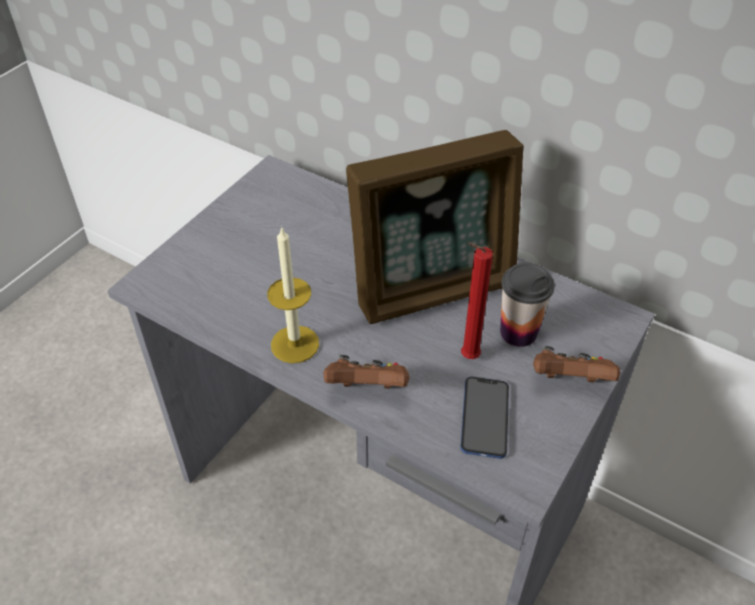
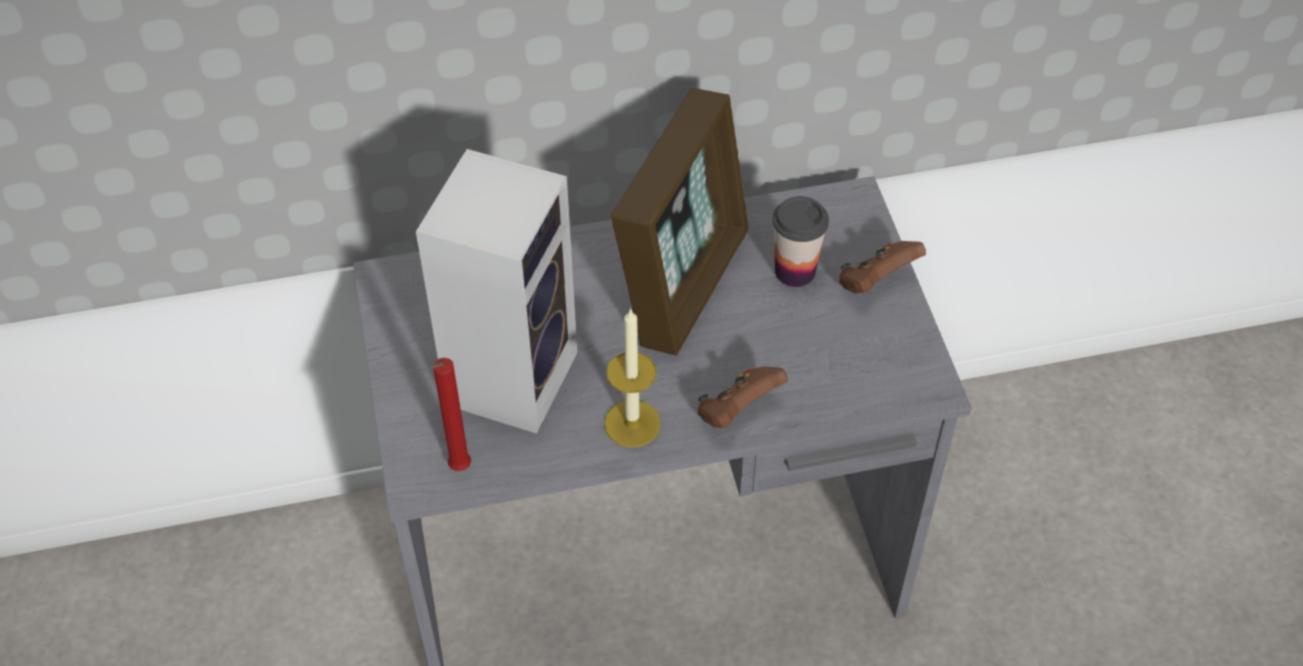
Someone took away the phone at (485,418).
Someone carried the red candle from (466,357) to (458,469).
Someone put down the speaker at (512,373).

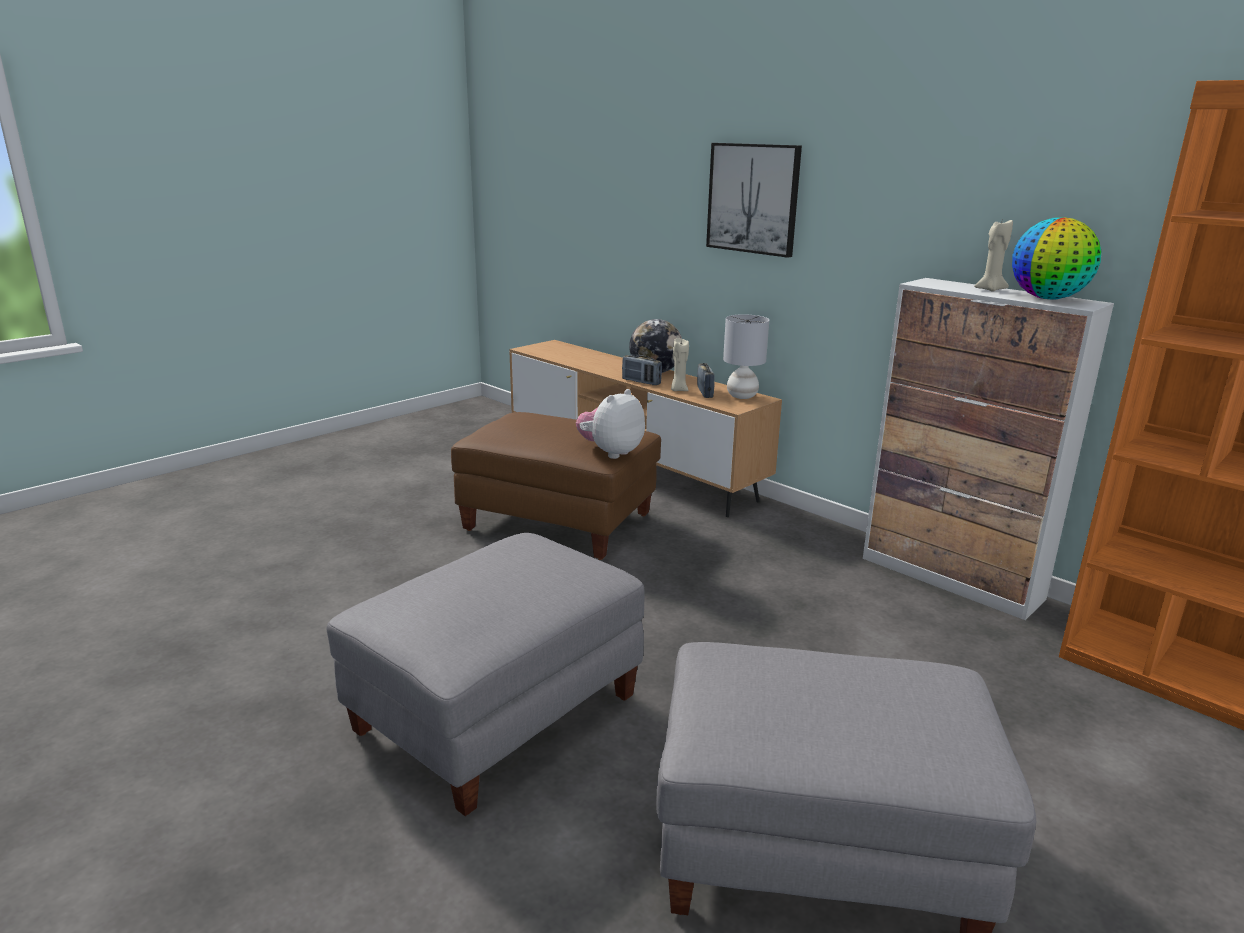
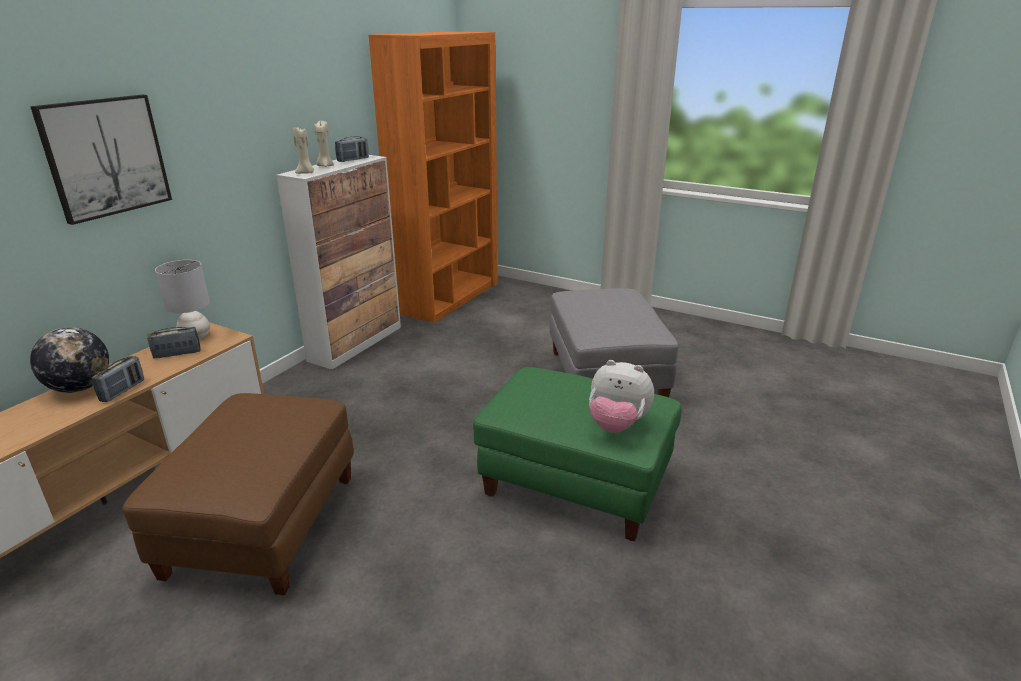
Someone repainted the grey ottoman at (498,714), which became the green ottoman at (576,483).
Someone carried the plush toy from (611,452) to (617,425).
Someone carried the beige candle from (678,390) to (306,173).
Someone swapped the globe at (1048,298) for the radio at (353,160).

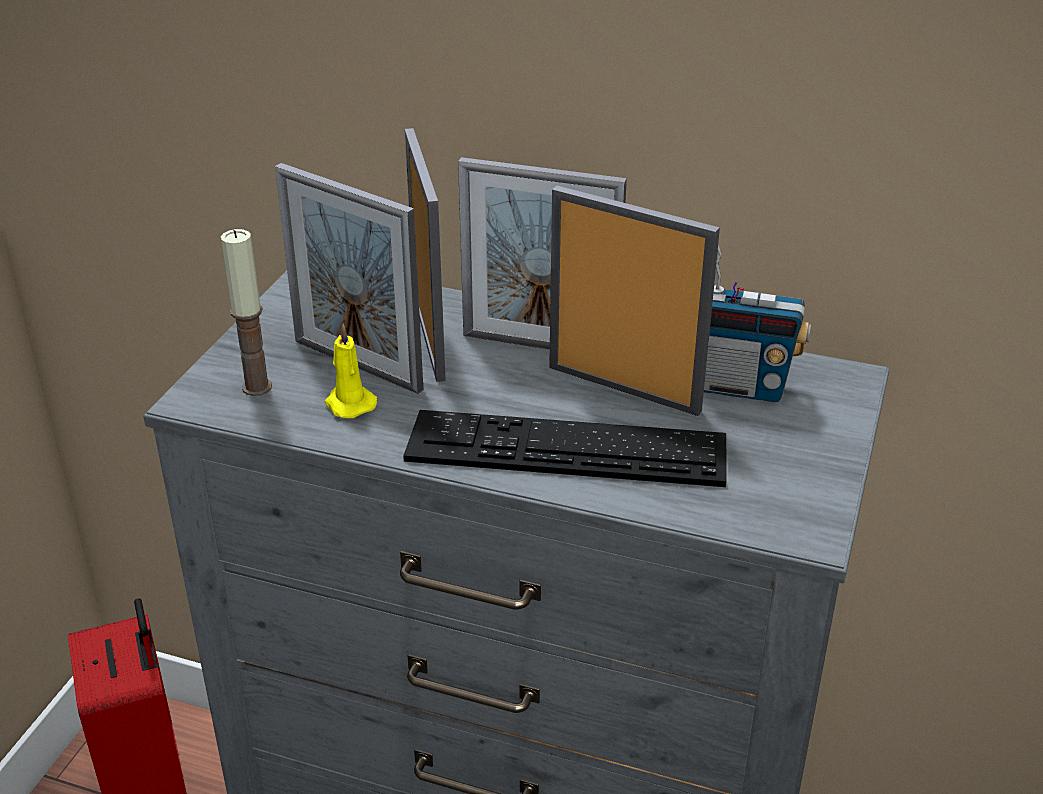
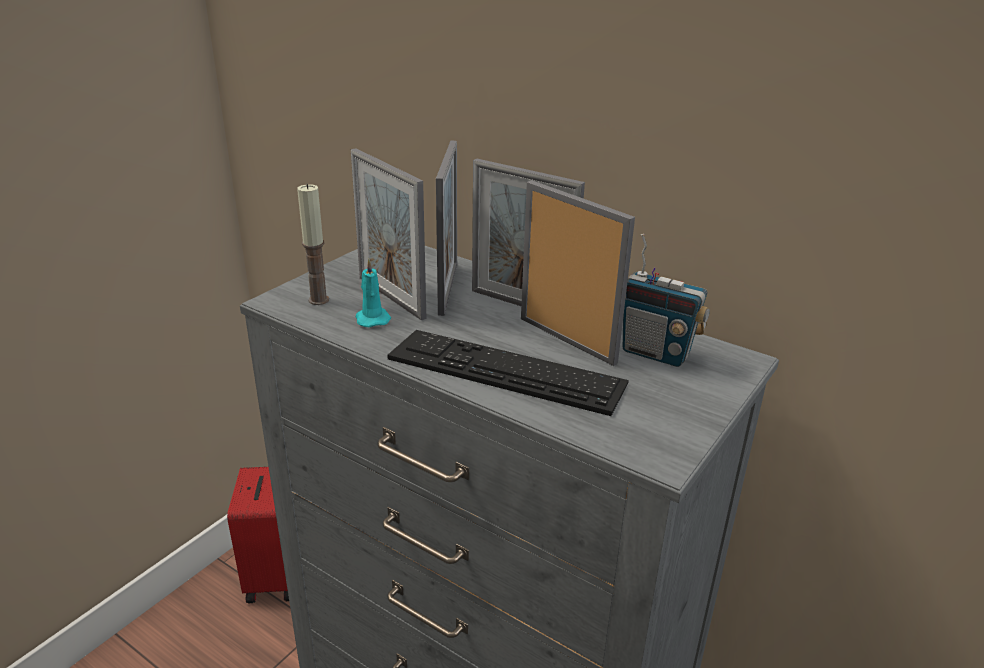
Someone repainted the yellow candle at (349,403), which became the turquoise candle at (372,319).

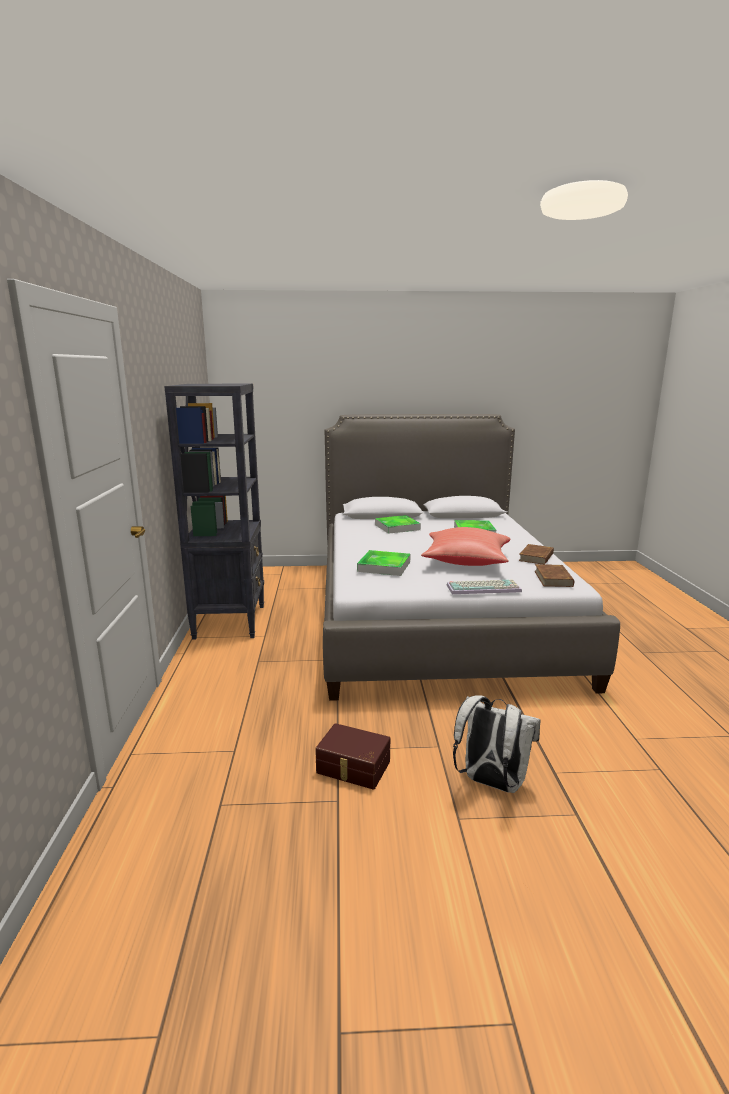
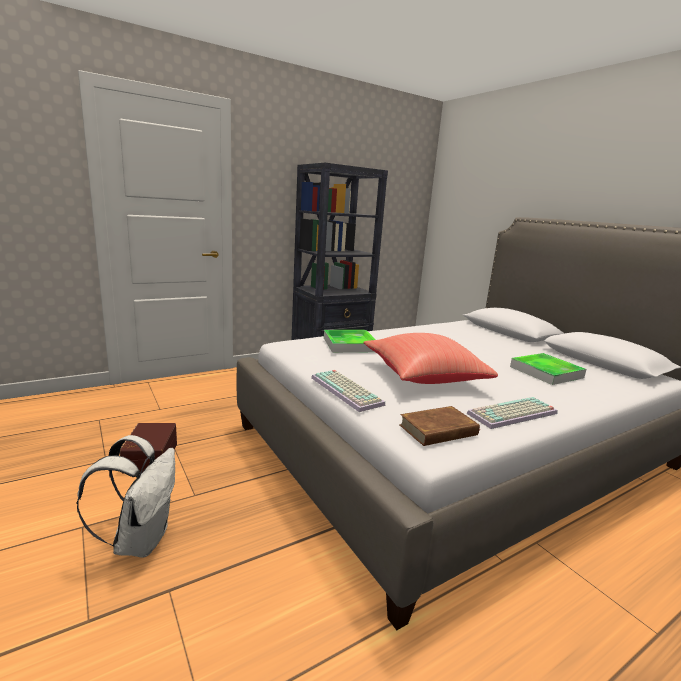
Someone took away the tray at (397,527).
Someone swapped the brown book at (536,557) for the keyboard at (513,414).

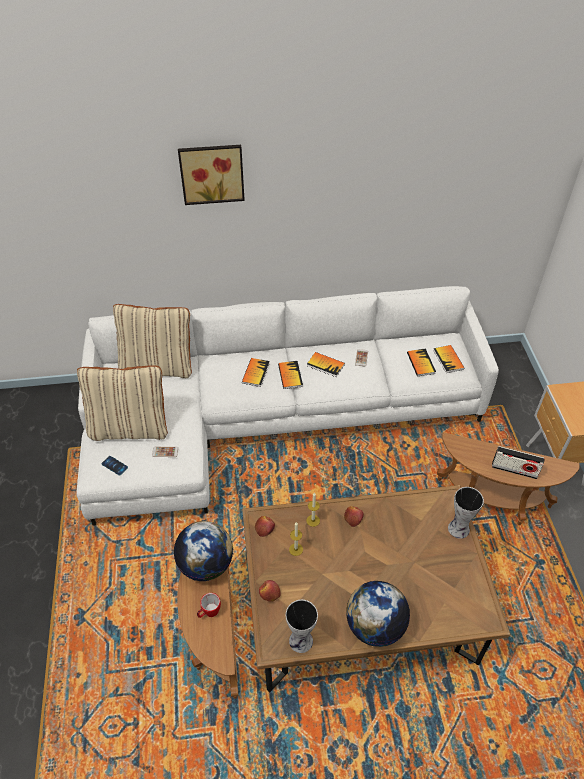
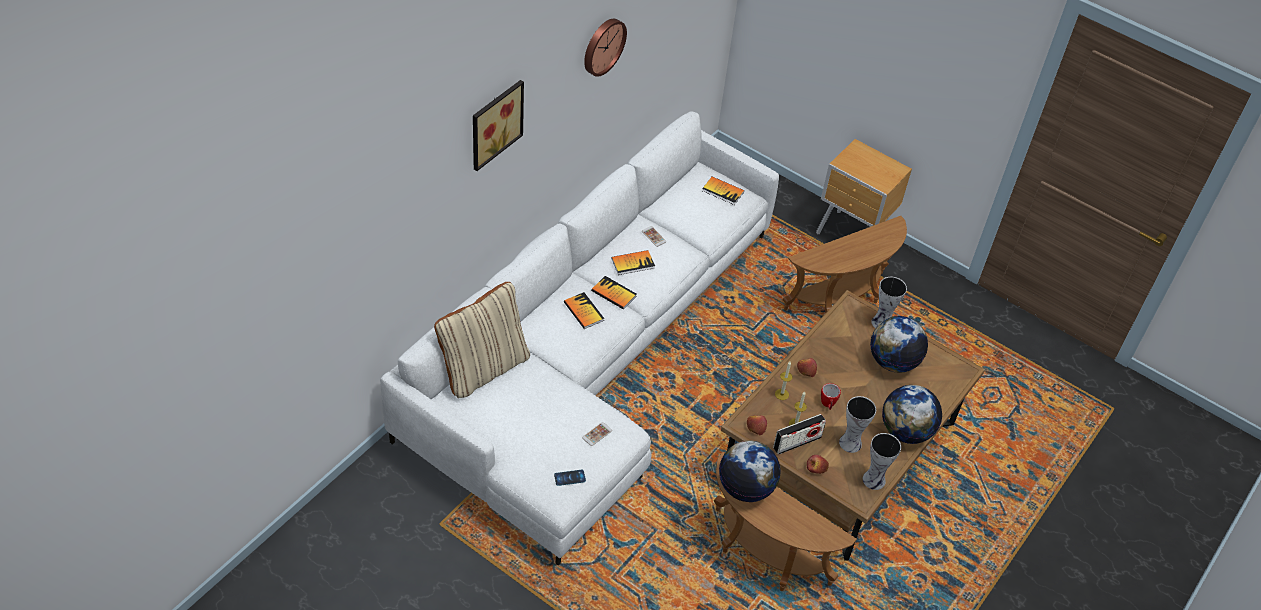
Someone took away the beige pillow at (130,427).
Someone carried the mug from (209,612) to (828,404).
Someone took away the book at (421,363).
Someone carried the radio from (514,470) to (797,442).
Someone put up the wall clock at (602,46).
Someone put down the vase at (850,442).
Someone put down the globe at (893,361).

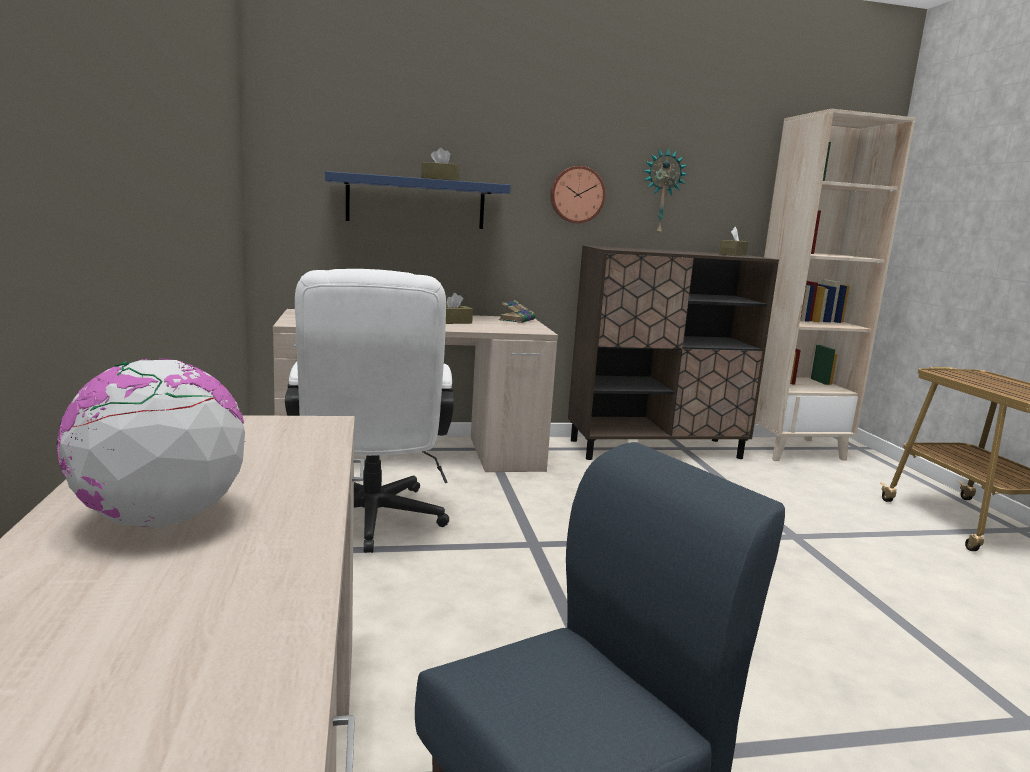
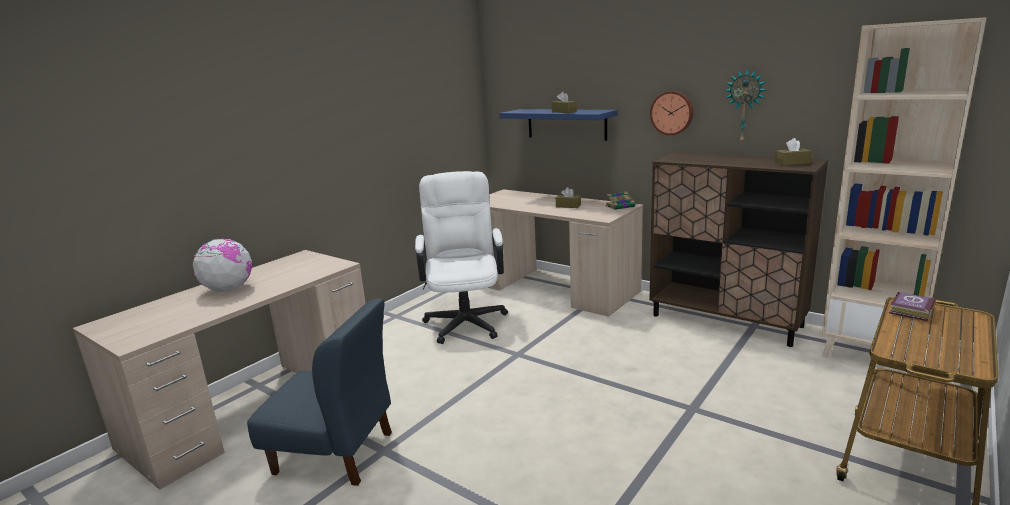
Someone rotated the white office chair at (370,523) by 135 degrees clockwise.
Someone put down the book at (910,310).

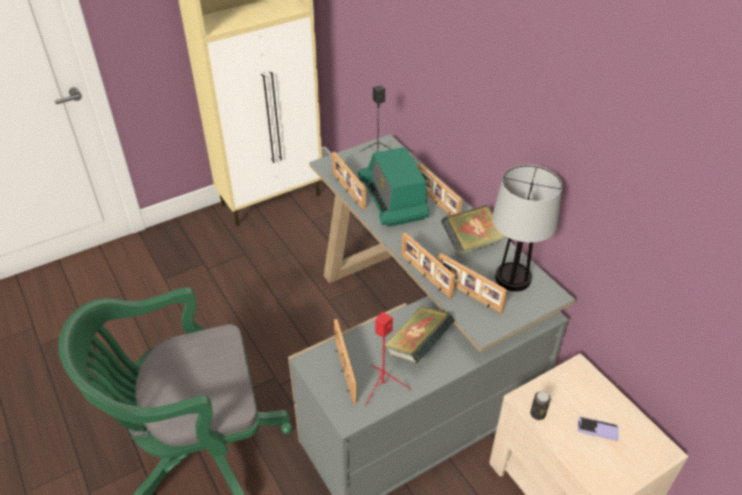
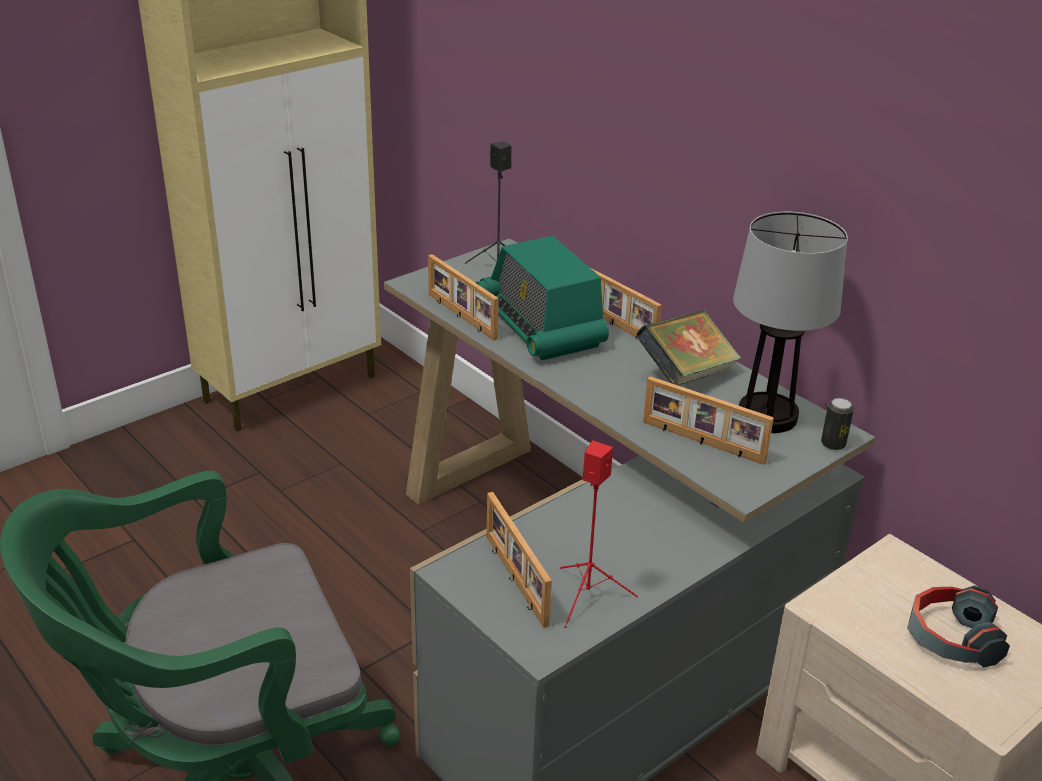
Someone took away the book at (417,347).
Someone took away the picture frame at (425,276).
Someone carried the can from (537,414) to (833,444).
Someone swapped the phone at (597,429) for the headphones at (950,638).

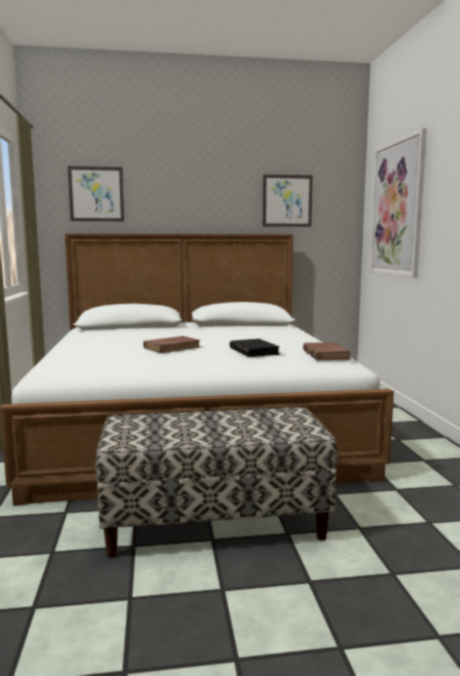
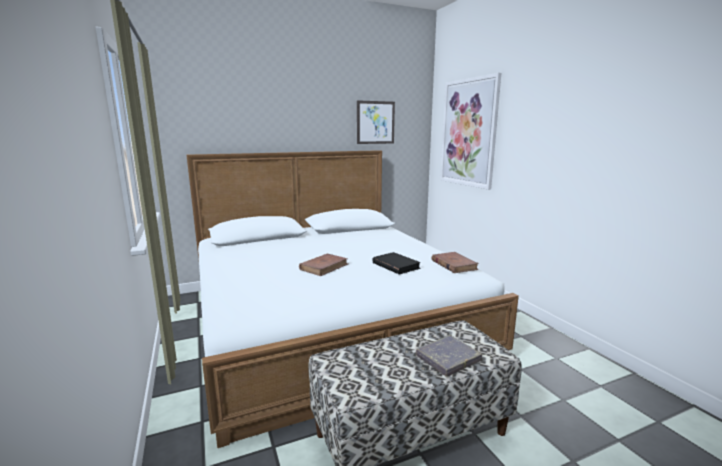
Someone took away the picture at (96,194).
Someone put down the grey book at (448,358).

